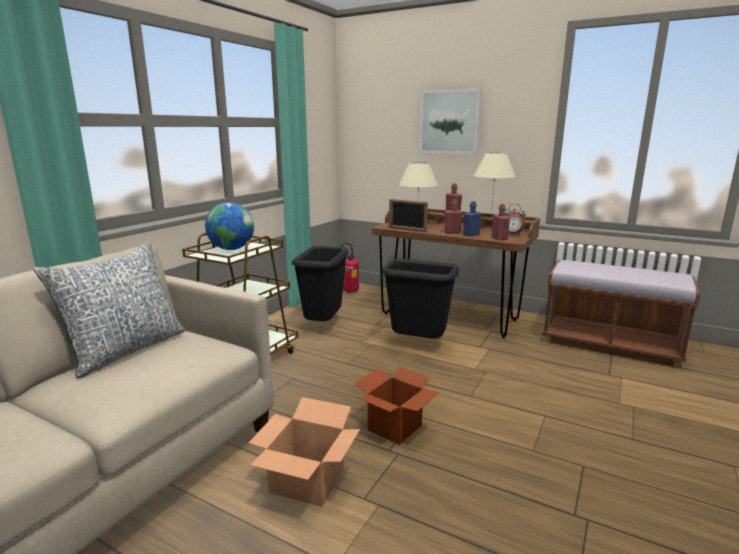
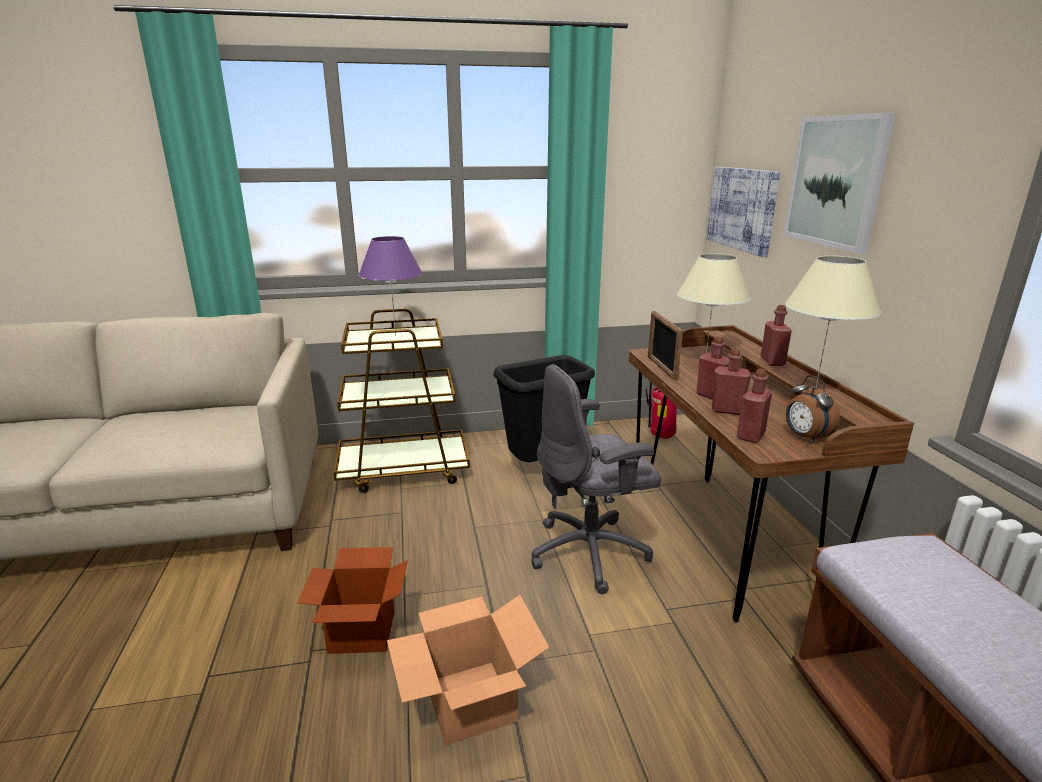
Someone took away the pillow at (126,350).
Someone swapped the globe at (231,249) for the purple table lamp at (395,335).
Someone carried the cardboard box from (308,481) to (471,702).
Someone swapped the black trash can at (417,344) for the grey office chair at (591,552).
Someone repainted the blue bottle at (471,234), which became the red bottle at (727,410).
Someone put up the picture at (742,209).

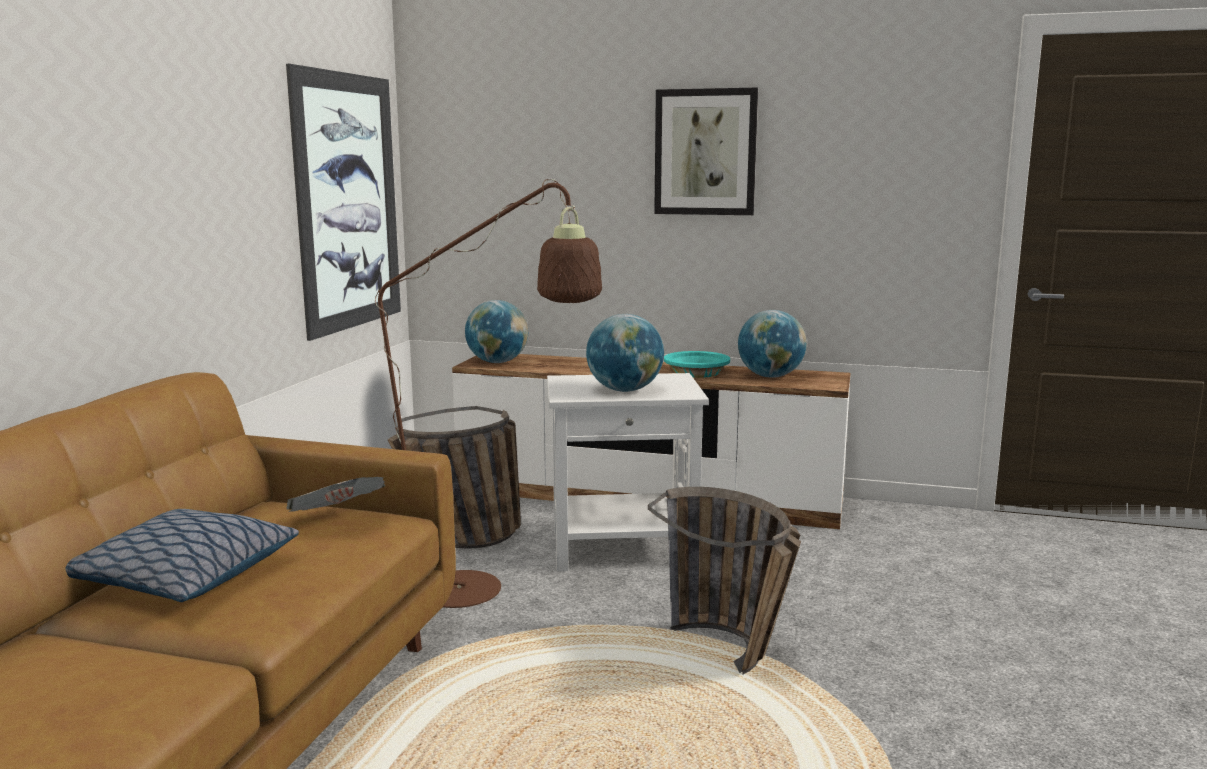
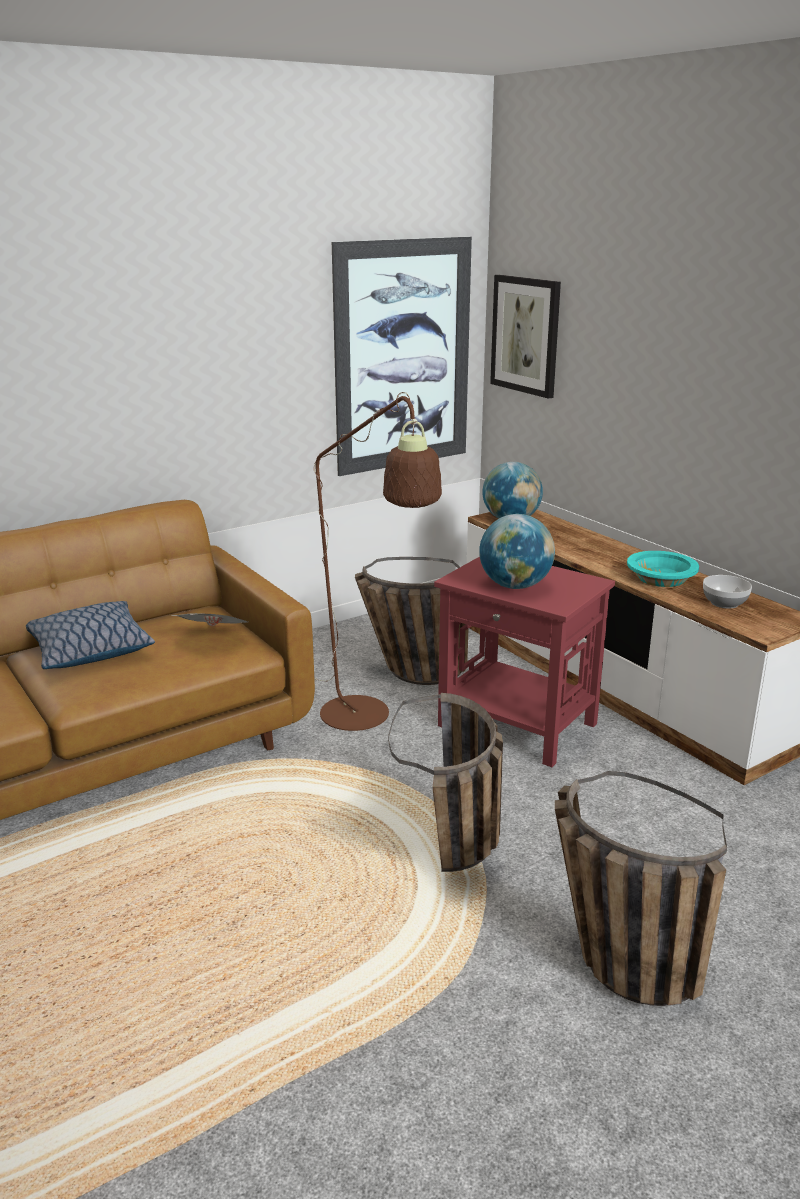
Someone repainted the white side table at (623,548), which became the red side table at (516,725).
Someone carried the picture from (705,152) to (526,335).
Someone swapped the globe at (770,376) for the bowl at (725,603).
Someone put down the basket at (613,960).

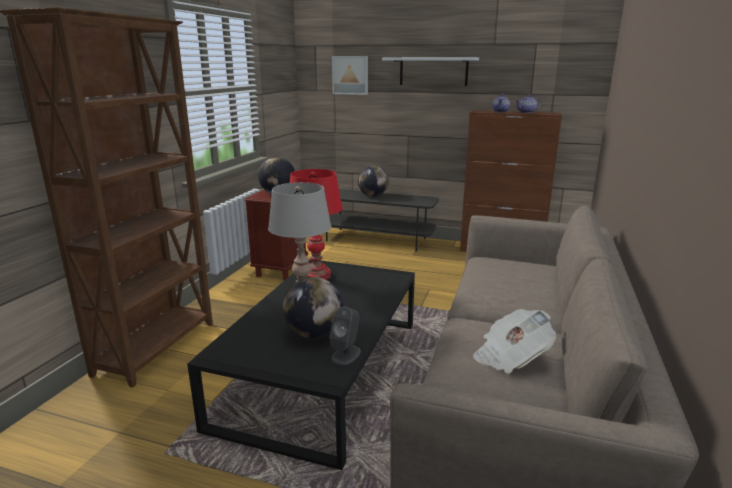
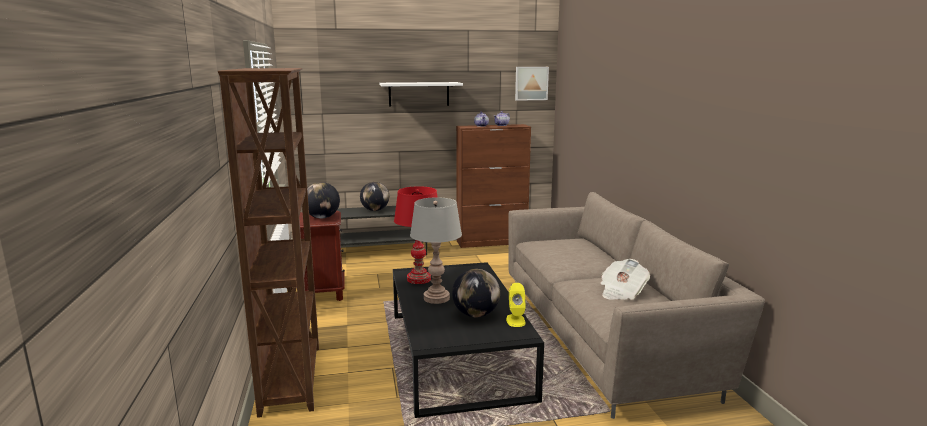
Someone repainted the grey speaker at (346,354), which became the yellow speaker at (515,320).
Someone carried the picture from (350,75) to (531,83).

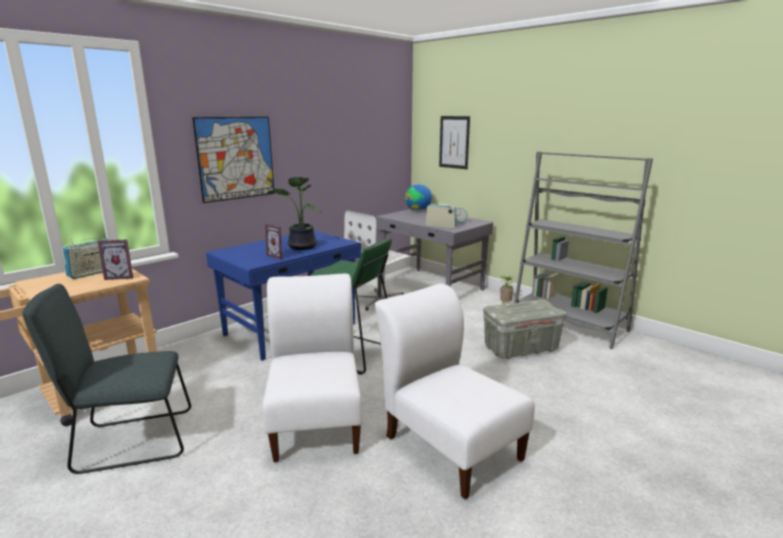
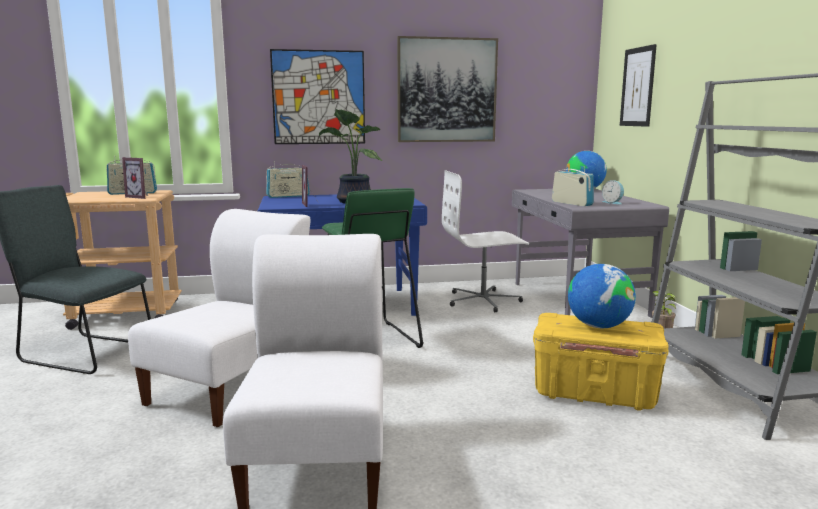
Someone repainted the grey storage box at (521,348), which became the yellow storage box at (595,393).
Someone put down the radio at (288,196).
Someone put up the picture at (446,90).
Someone put down the globe at (598,326).

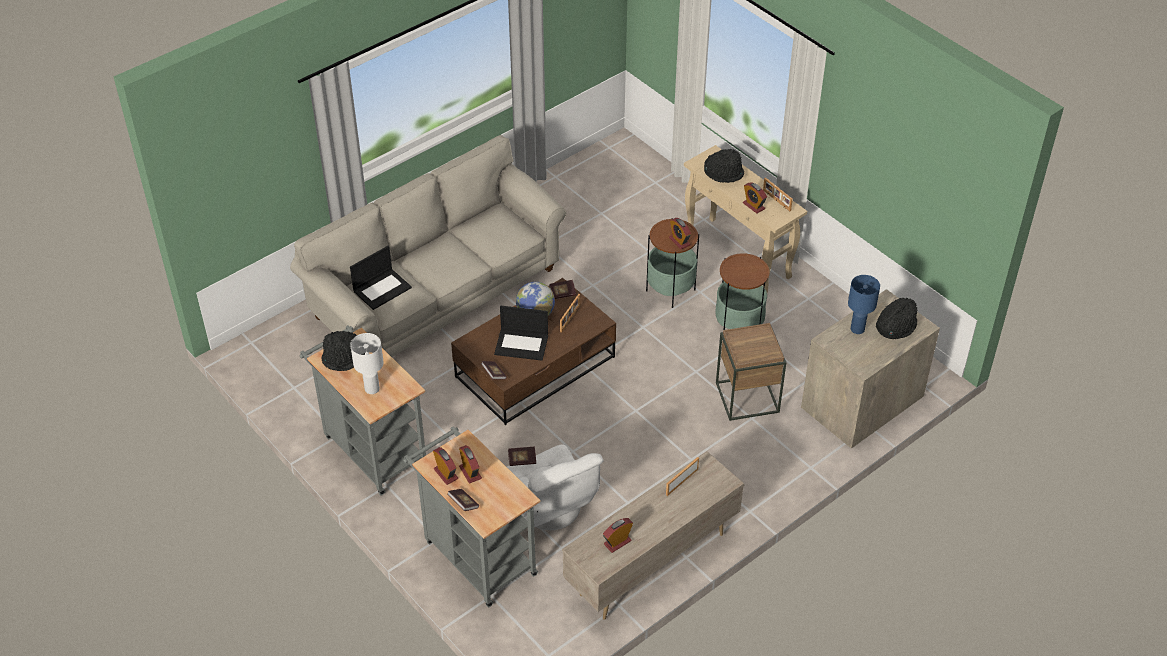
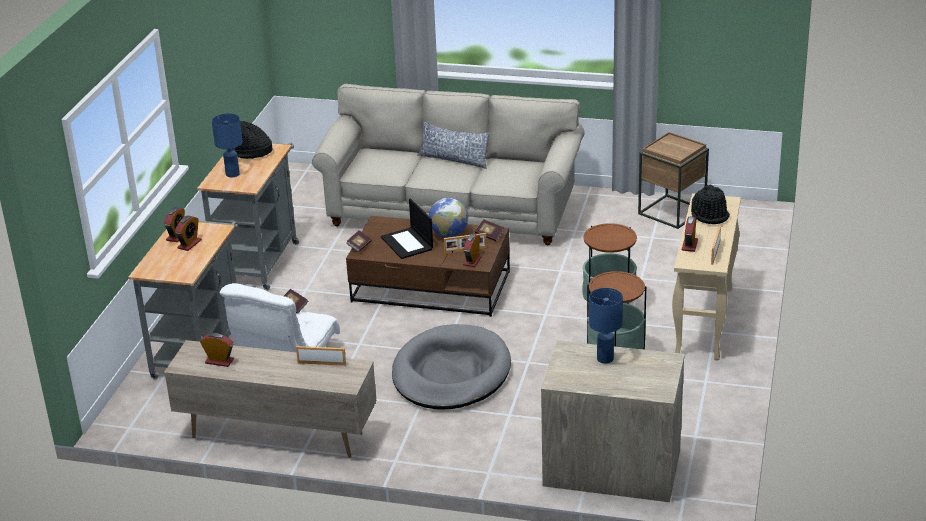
Someone took away the laptop at (382,289).
Someone repainted the white table lamp at (372,389), which became the blue table lamp at (232,174).
Someone took away the book at (463,503).
Someone carried the alarm clock from (679,241) to (472,261).
Someone carried the brown side table from (747,397) to (671,212).
Someone took away the black hat at (895,326).
Someone put down the grey dog bed at (451,373).
Someone put down the pillow at (454,159).

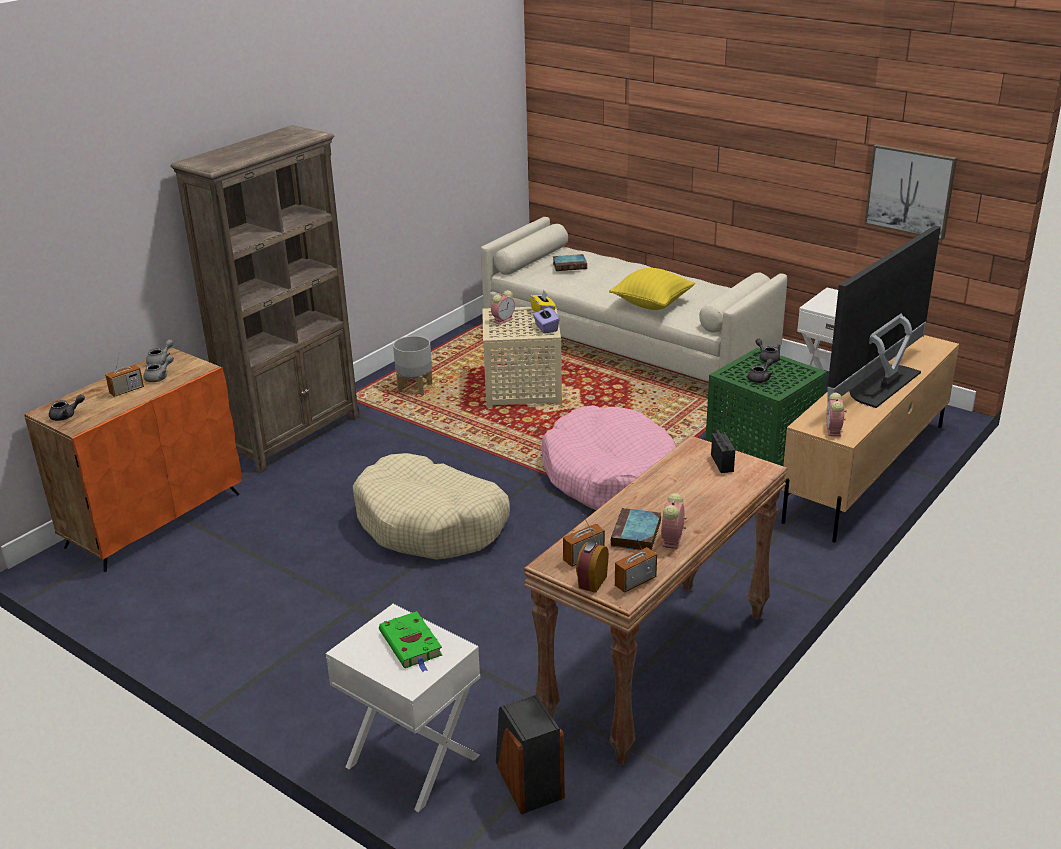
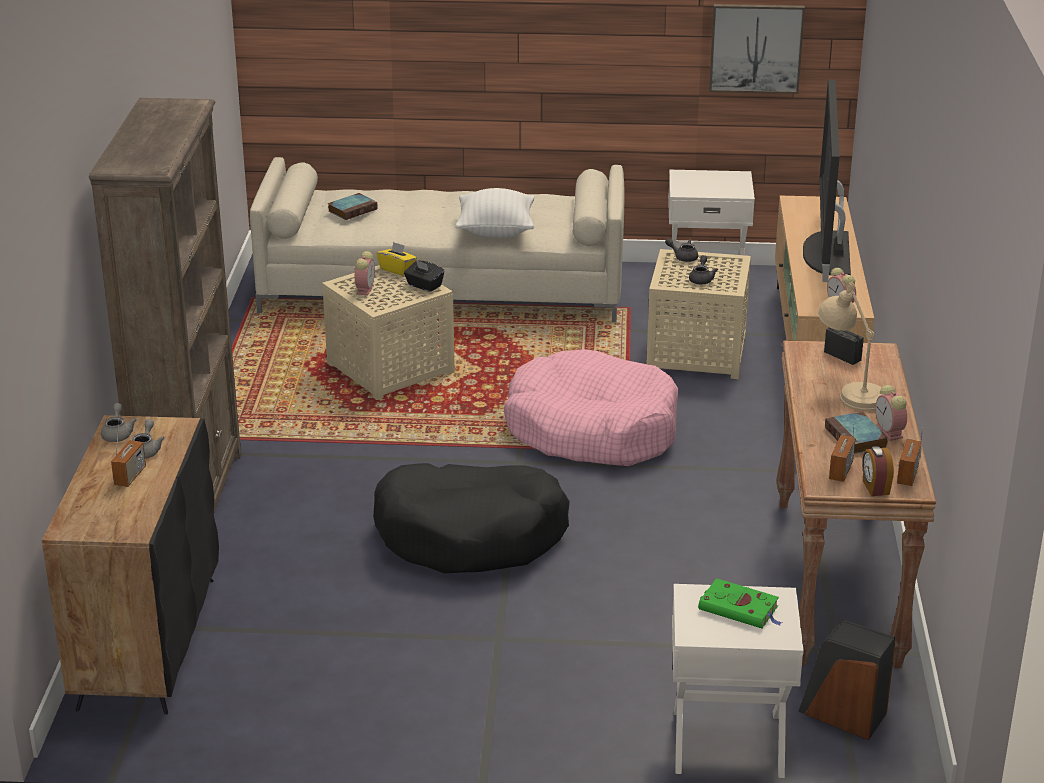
Someone repainted the orange cabinet at (155,519), which became the black cabinet at (147,641).
Someone took away the grey teapot at (66,416).
Someone repainted the beige dog bed at (431,524), which became the black dog bed at (471,535).
Someone took away the grey planter at (415,389).
Someone repainted the purple tissue box at (546,328), which became the black tissue box at (424,285).
Someone repainted the yellow pillow at (652,304), which became the white pillow at (496,231).
Someone repainted the green side table at (761,443), which became the beige side table at (695,352).
Someone put down the beige table lamp at (849,390).

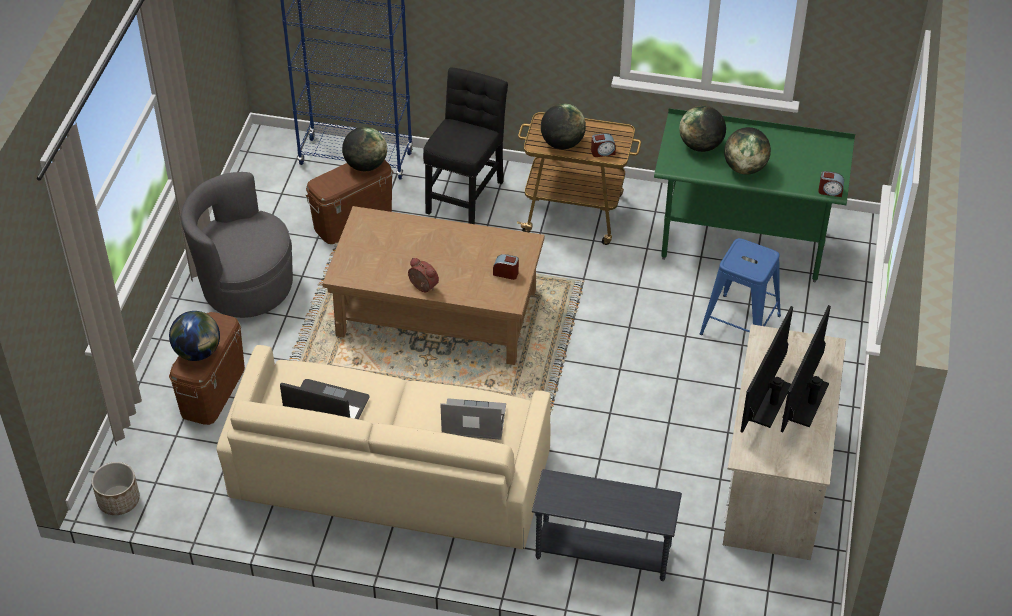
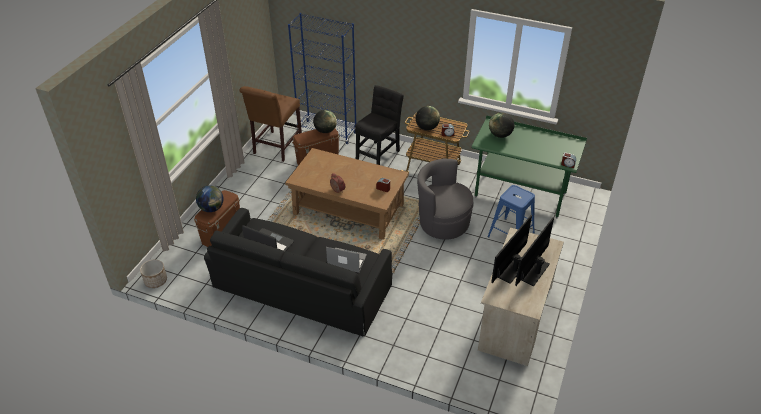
Someone carried the grey armchair from (245,286) to (443,222).
Someone repainted the beige sofa at (388,474), which became the black sofa at (301,287).
Someone took away the grey side table at (603,553).
Someone took away the globe at (744,168).
Someone put down the brown chair at (276,148).

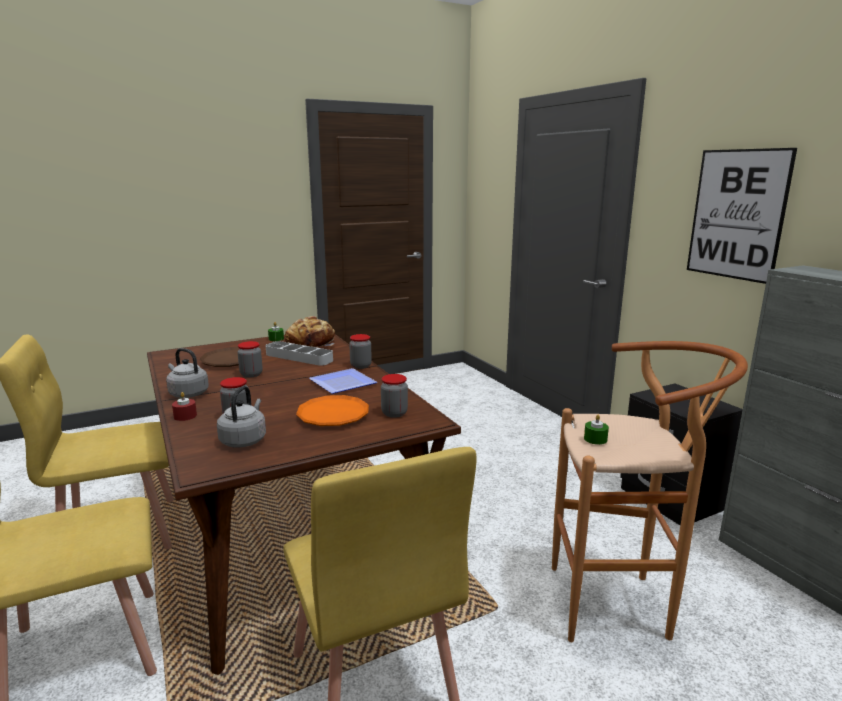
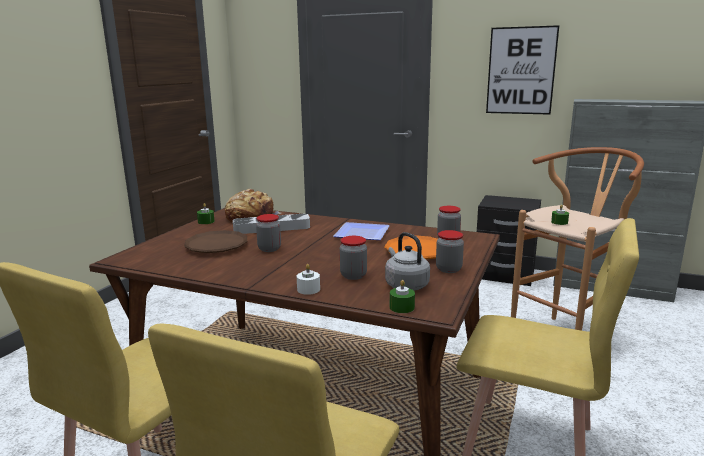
Someone took away the grey kettle at (187,393).
Someone repainted the red candle at (185,416), which became the white candle at (308,289).
Someone carried the jar from (361,366) to (448,269).
Someone put down the green candle at (402,307).

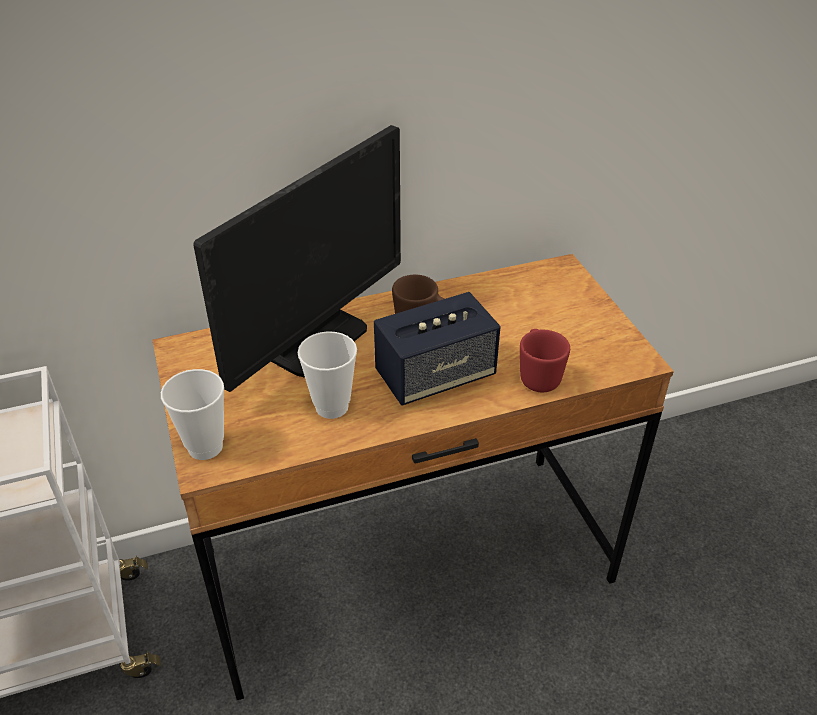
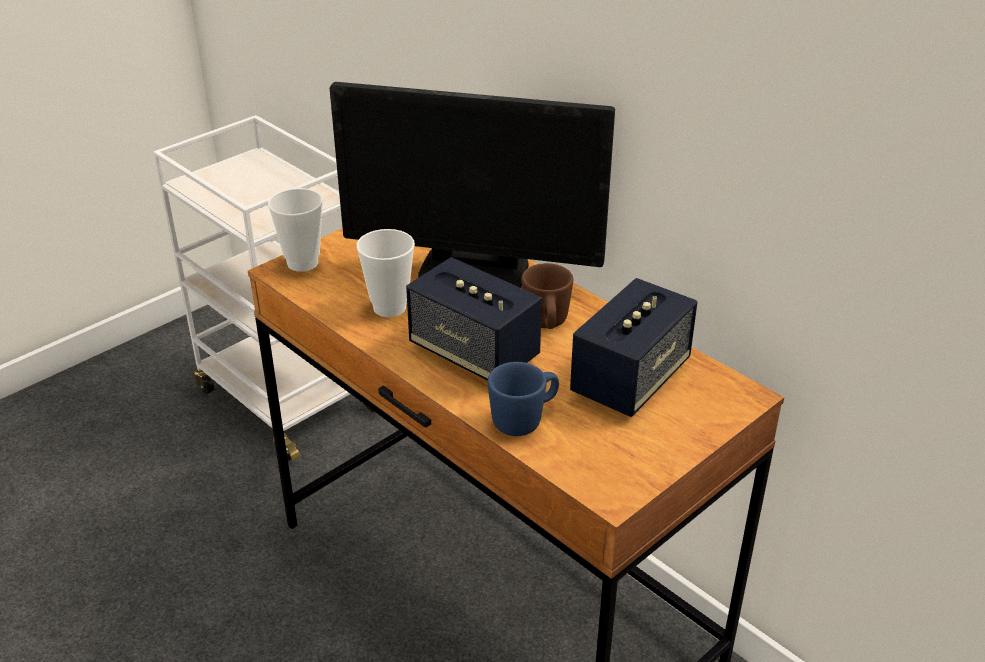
Someone repainted the red mug at (538,376), which became the blue mug at (524,420).
Someone put down the speaker at (630,379).

